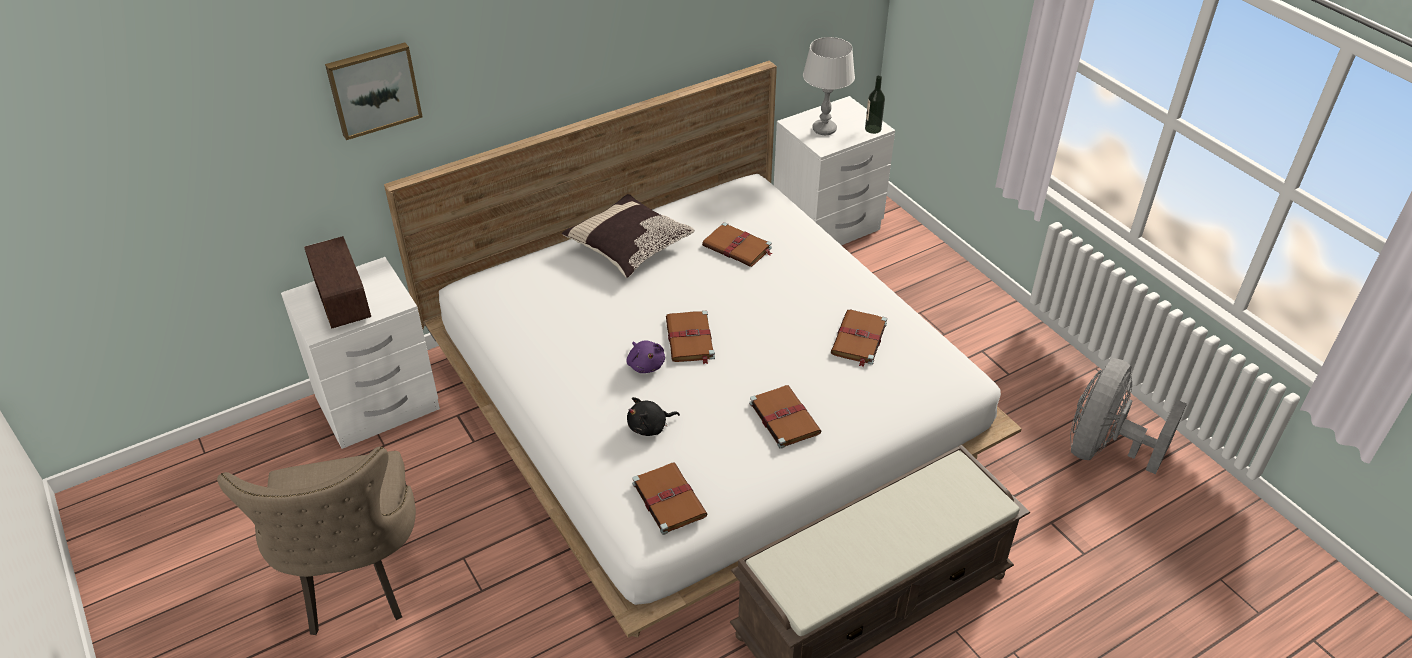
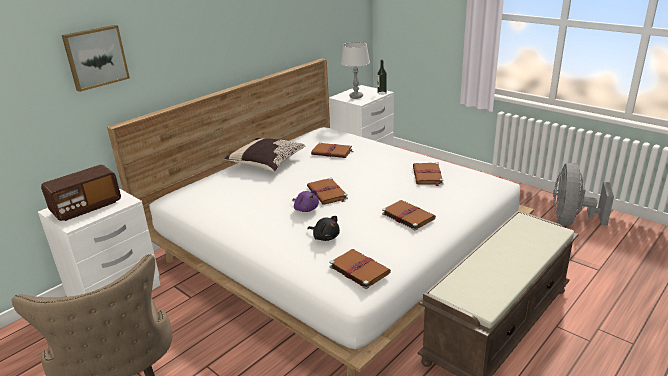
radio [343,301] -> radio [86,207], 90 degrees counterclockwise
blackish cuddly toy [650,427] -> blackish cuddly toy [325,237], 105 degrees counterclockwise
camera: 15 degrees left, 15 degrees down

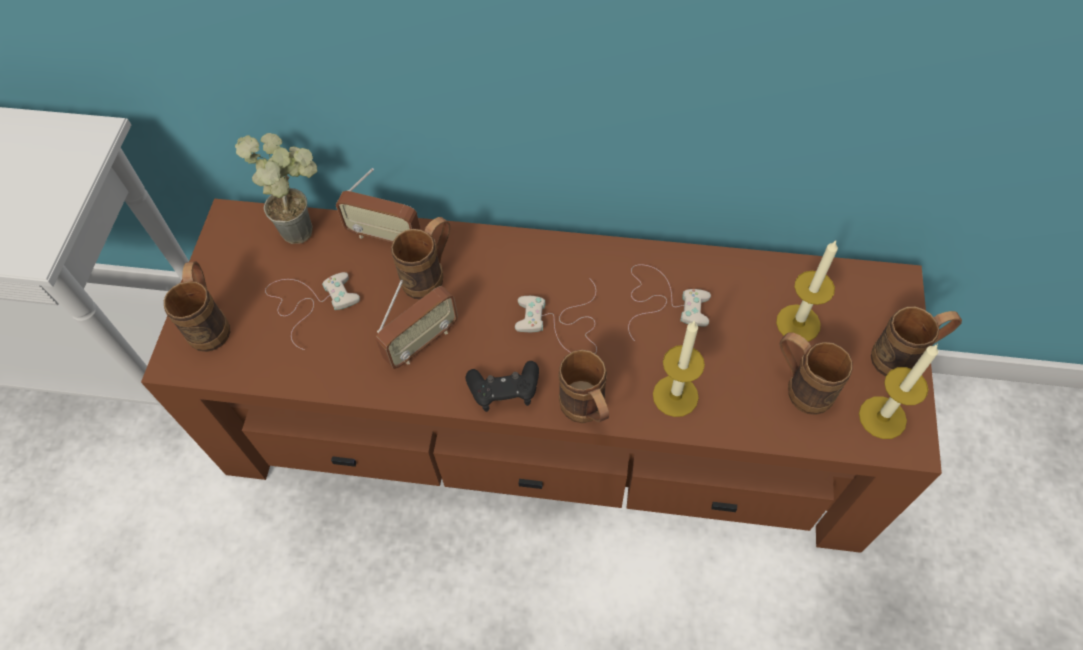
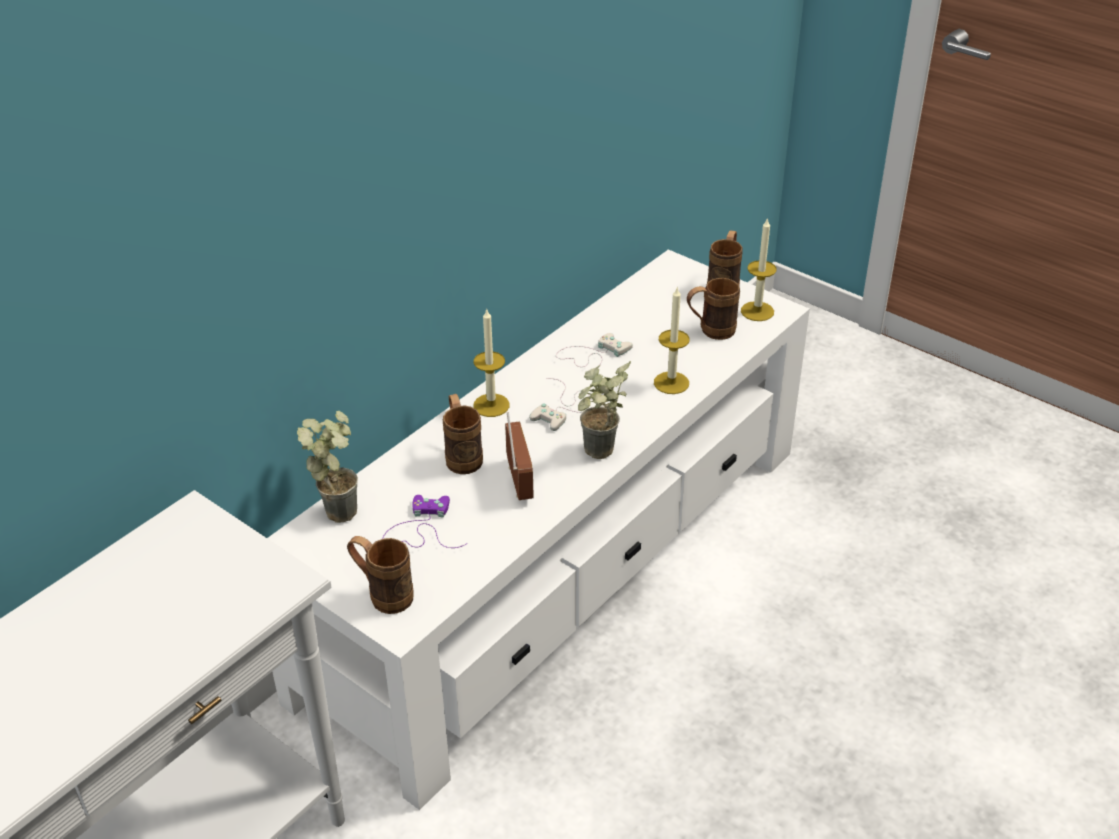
radio [384,236] -> none
brownish tea mug [586,413] -> none
candle [798,323] -> candle [491,405], relocated
blackish gamepad [504,392] -> houseplant [599,456]
brownish tv unit [545,426] -> white-coloured tv unit [560,568]
white-coloured gamepad [309,302] -> purplish gamepad [420,529]
camera: 60 degrees left, 20 degrees down

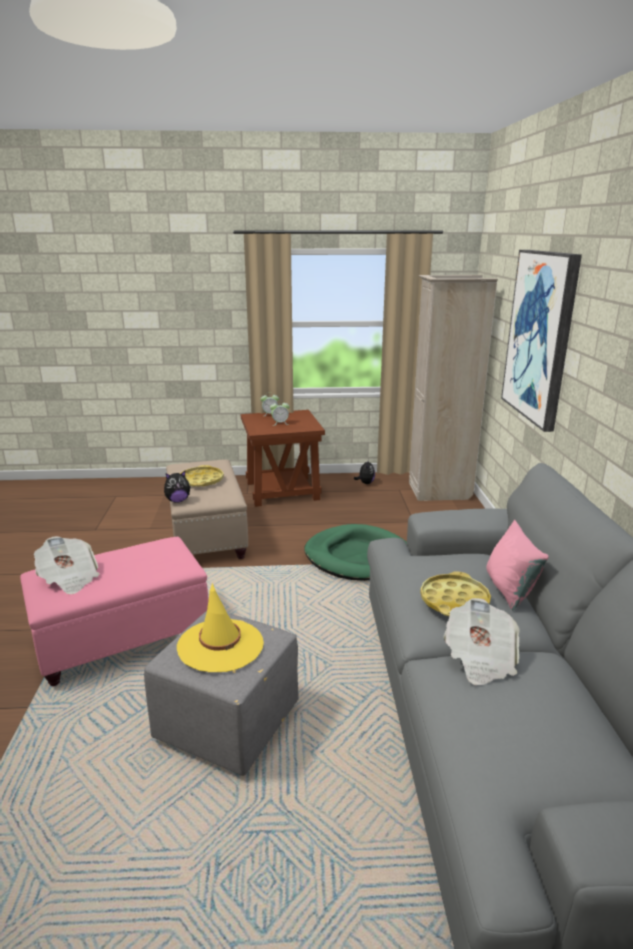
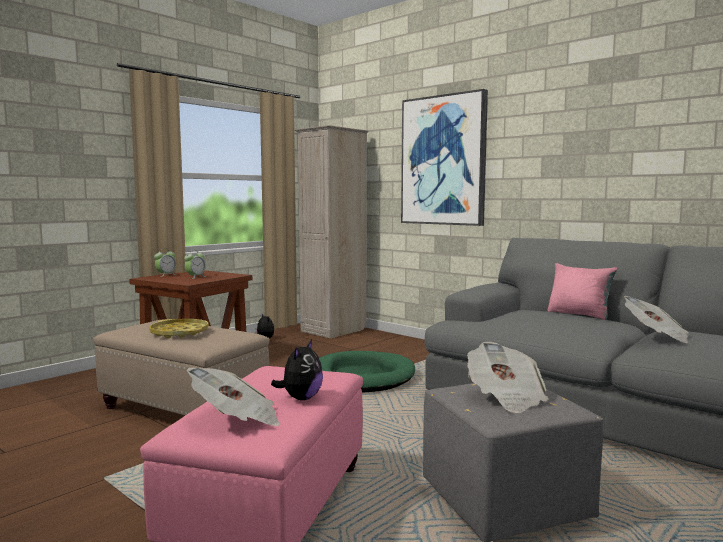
yellow-coloured carrying tray [454,601] -> none
cuddly toy [178,500] -> cuddly toy [301,398], relocated
yellow-coloured wearable hat [220,645] -> newspaper [505,397]
camera: 45 degrees left, 15 degrees down

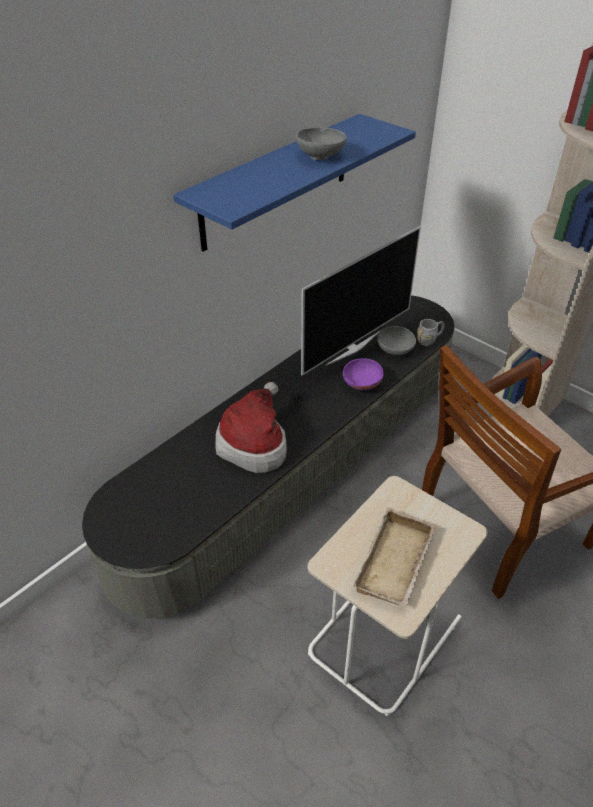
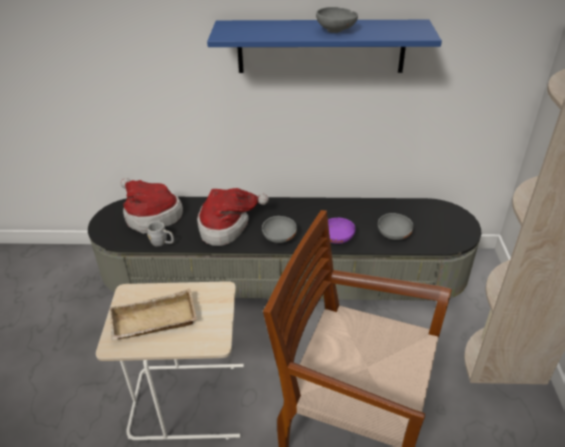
television [352,347] -> none
none -> wearable hat [150,216]
none -> gray serving bowl [279,239]
gray tea mug [429,340] -> gray tea mug [162,243], relocated
camera: 50 degrees right, 5 degrees down

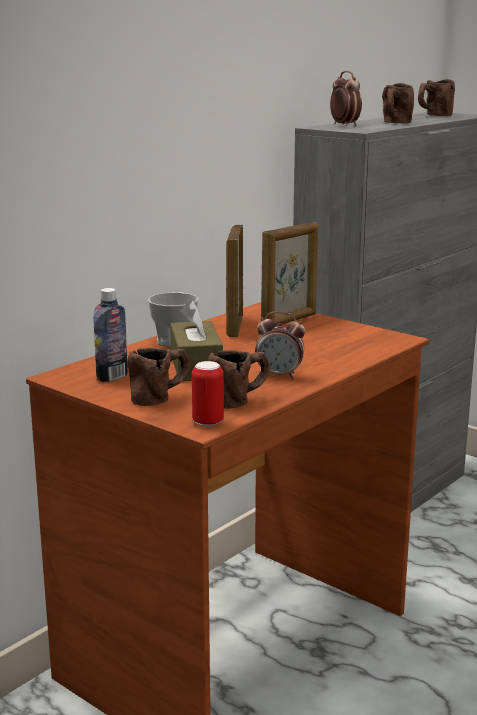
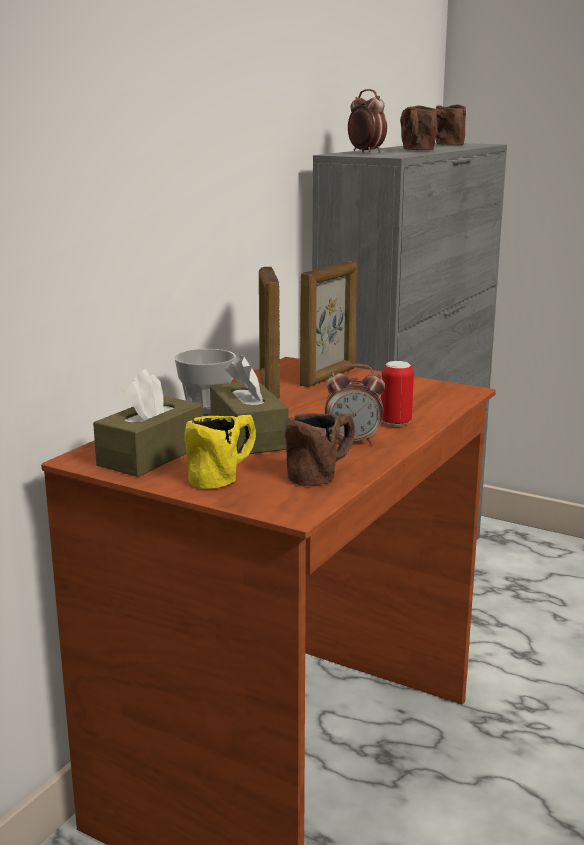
sealed can [208,422] -> sealed can [395,423], relocated
beverage bottle [112,377] -> brownish tissue box [151,455]
brownish tea mug [161,396] -> yellow-coloured tea mug [224,476]
camera: 10 degrees left, 0 degrees up

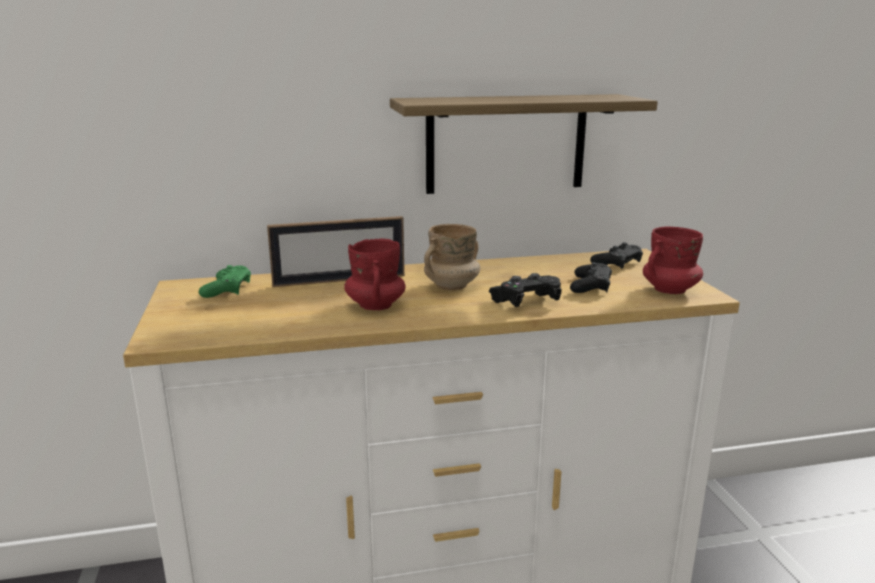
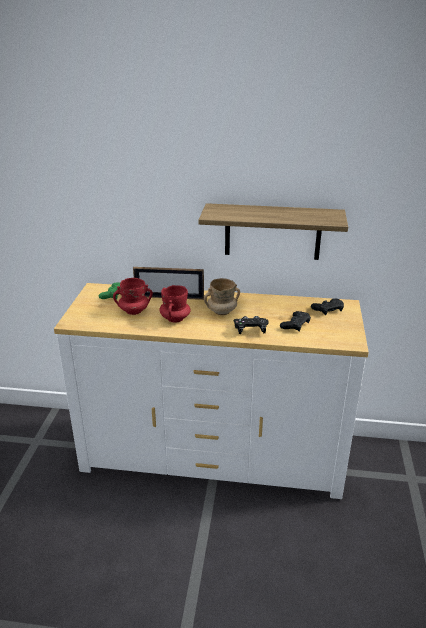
red-coloured tea mug [670,290] -> red-coloured tea mug [134,311], relocated
camera: 20 degrees right, 10 degrees up

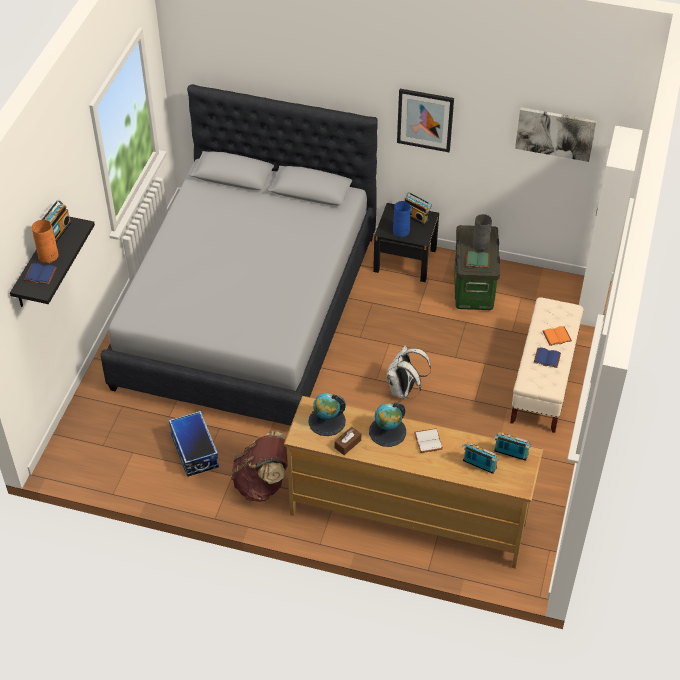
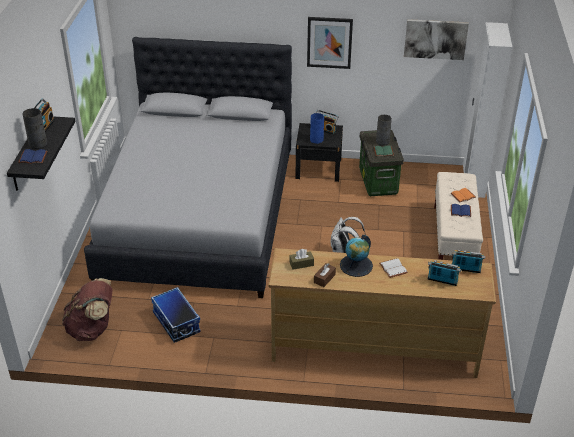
brownish knapsack [263,484] -> brownish knapsack [92,329], relocated
world globe [327,421] -> brownish tissue box [301,264]
orange decorative vase [48,256] -> gray decorative vase [38,144]
camera: 10 degrees left, 10 degrees down

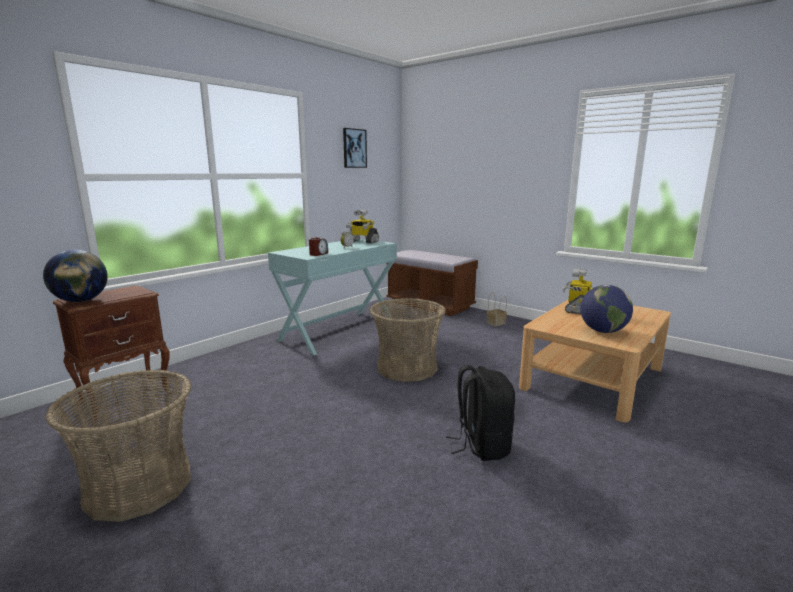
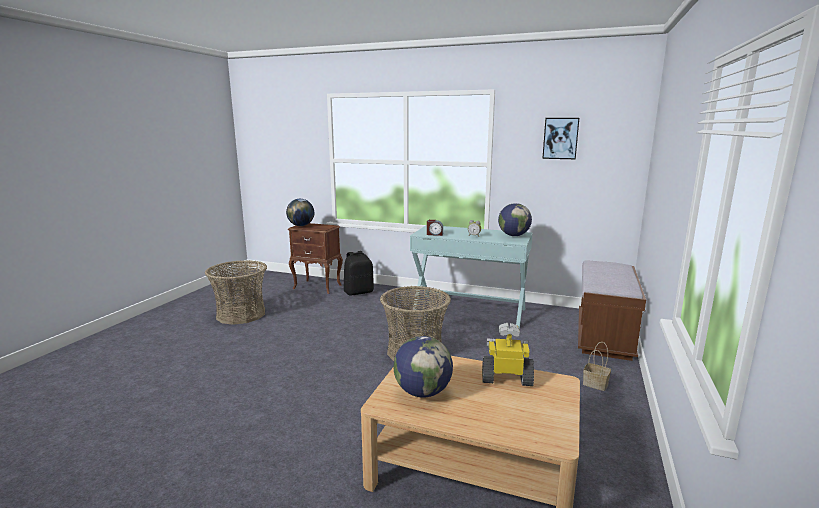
blackish knapsack [481,445] -> blackish knapsack [359,292], relocated
model robot [362,241] -> world globe [513,235]
camera: 70 degrees right, 0 degrees up

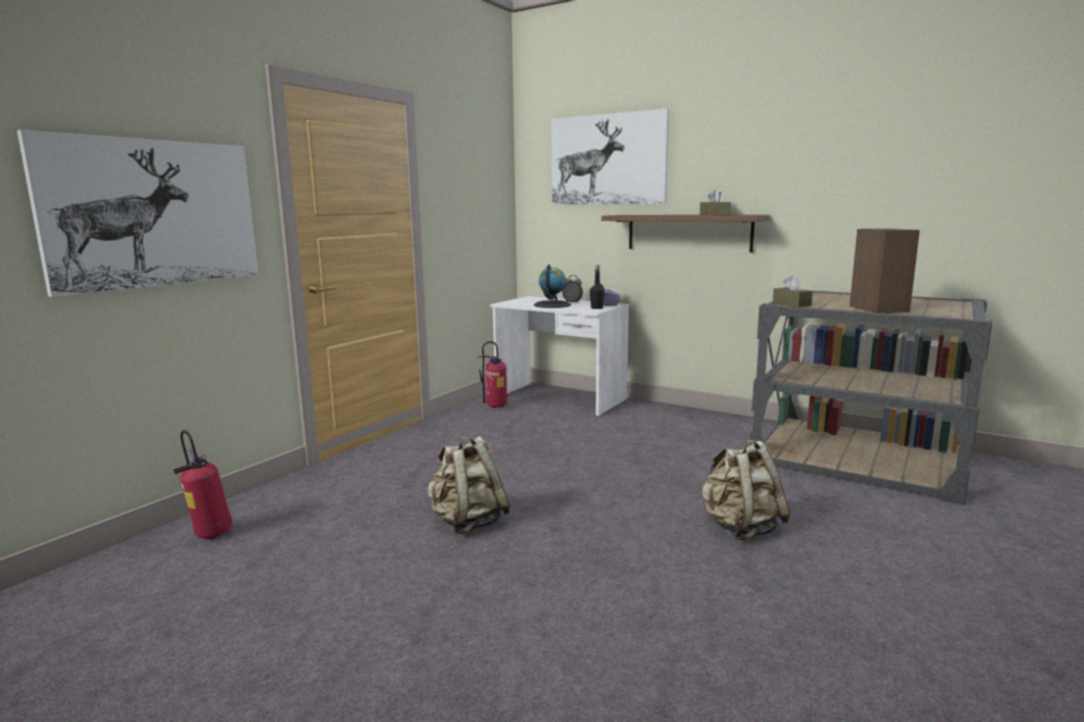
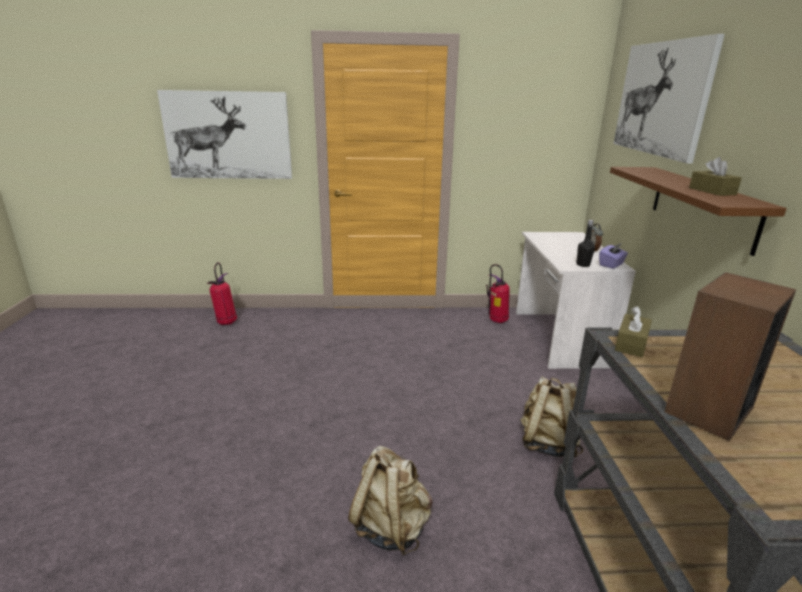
world globe [552,305] -> none
beige knapsack [468,522] -> beige knapsack [548,443], relocated
camera: 55 degrees right, 10 degrees up

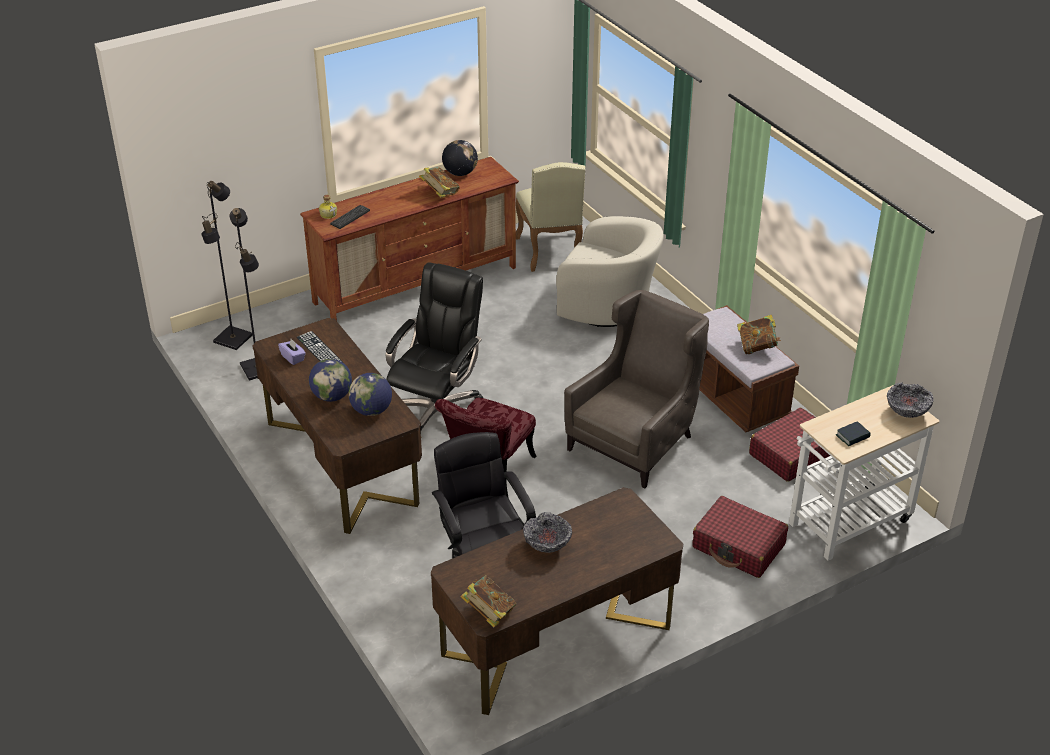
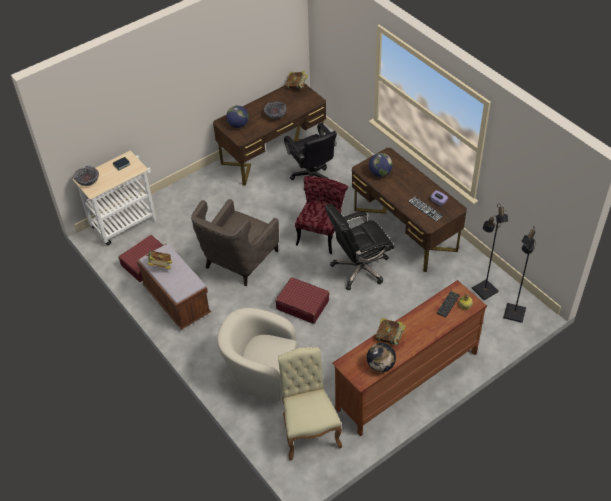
world globe [332,396] -> world globe [238,125], relocated
red-coloured piece of luggage [738,546] -> red-coloured piece of luggage [302,305], relocated
blackish desk chair [438,412] -> blackish desk chair [359,269], 45 degrees clockwise
camera: 175 degrees right, 10 degrees up

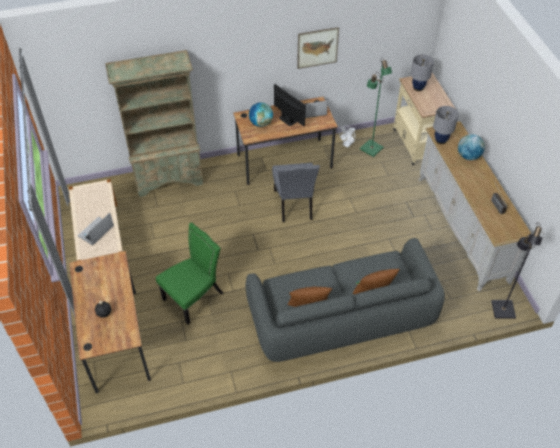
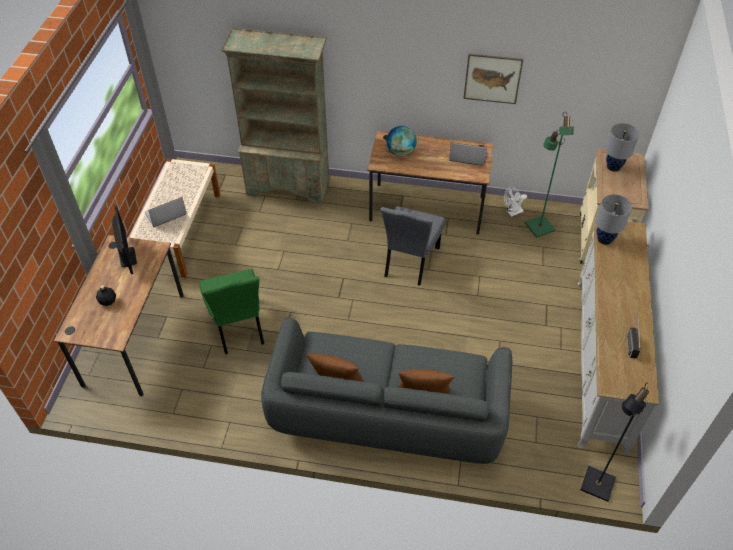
world globe [468,156] -> none
monitor [288,119] -> monitor [127,257], relocated
green upright chair [193,298] -> green upright chair [238,325], 90 degrees clockwise
camera: 25 degrees right, 0 degrees up

